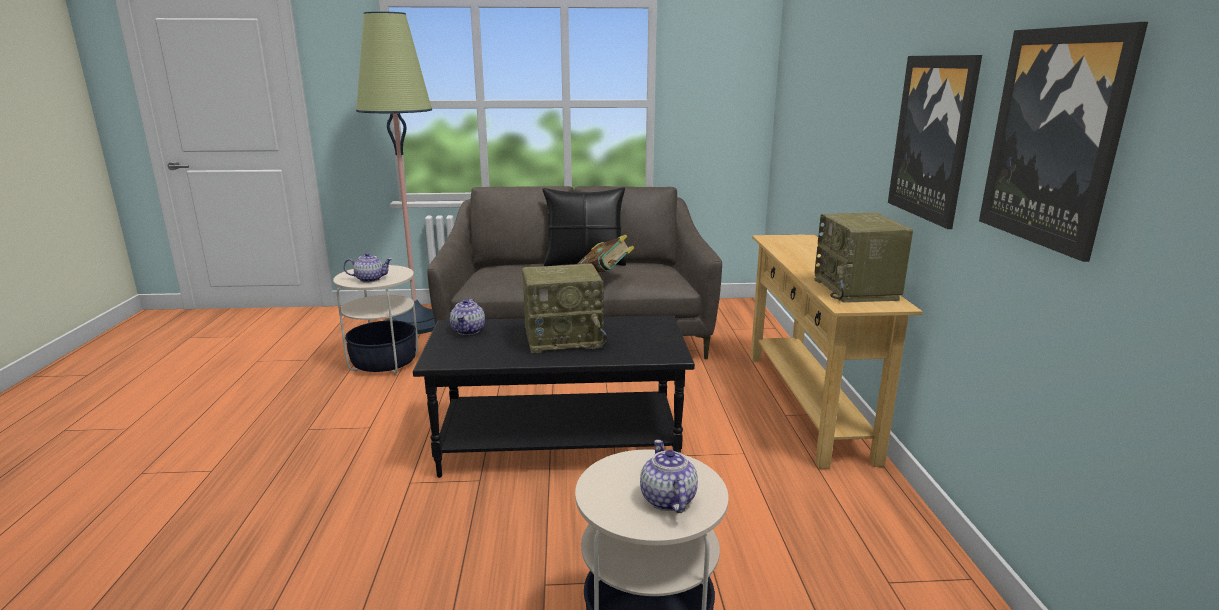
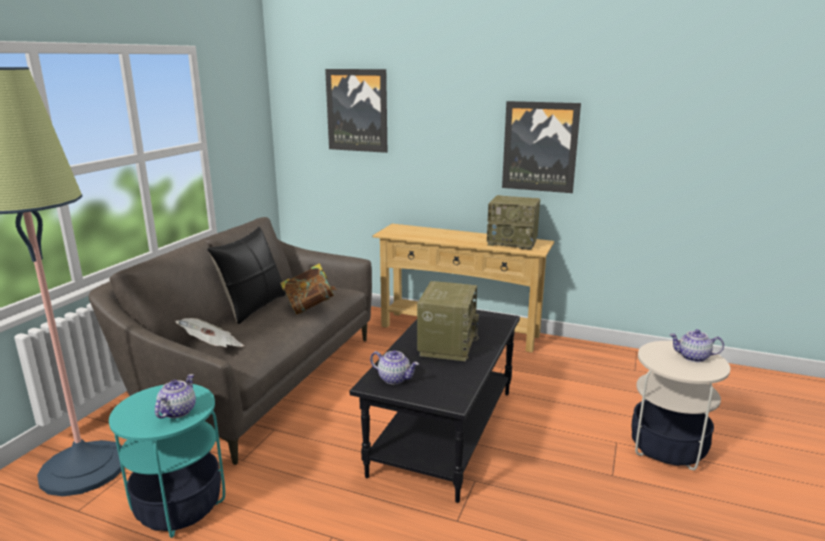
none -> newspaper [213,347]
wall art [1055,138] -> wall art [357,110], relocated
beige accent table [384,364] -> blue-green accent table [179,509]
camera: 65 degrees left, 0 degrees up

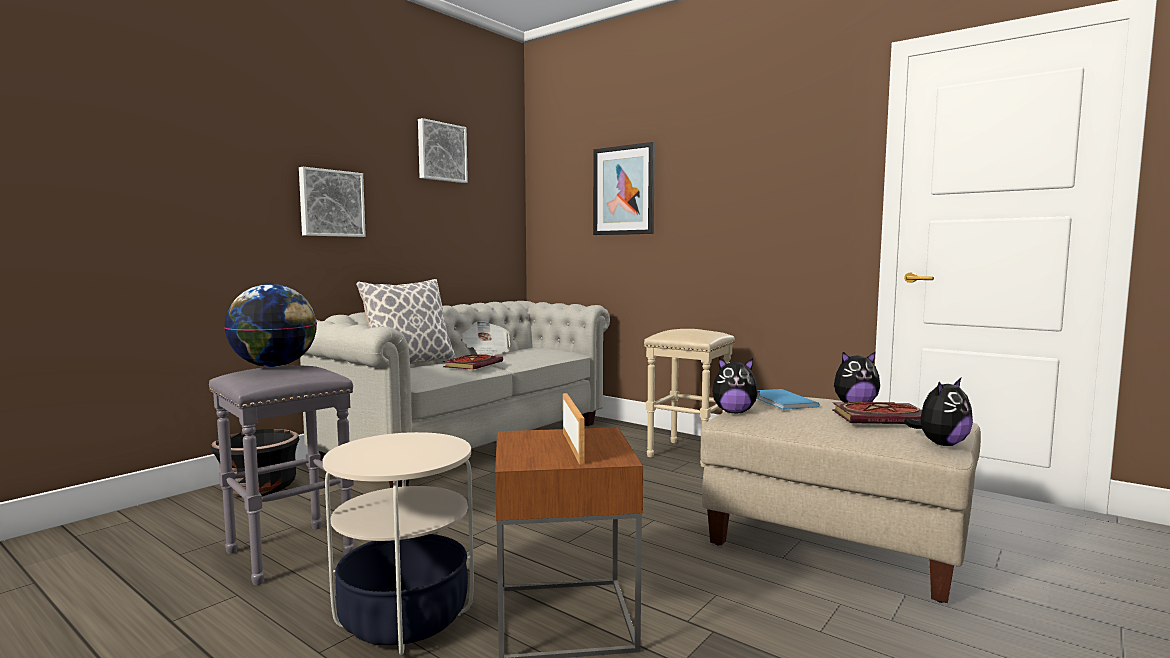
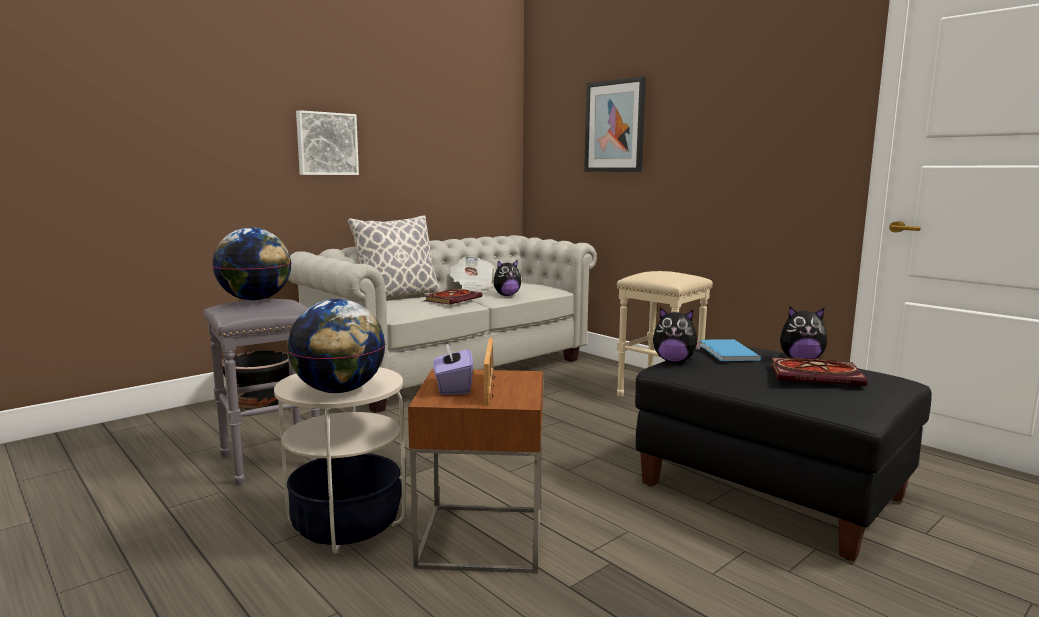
wall art [441,152] -> none
none -> world globe [339,391]
none -> purplish tissue box [453,387]
cuddly toy [941,444] -> cuddly toy [506,295], relocated
beige footrest [836,541] -> blackish footrest [770,492]
camera: 10 degrees right, 5 degrees up

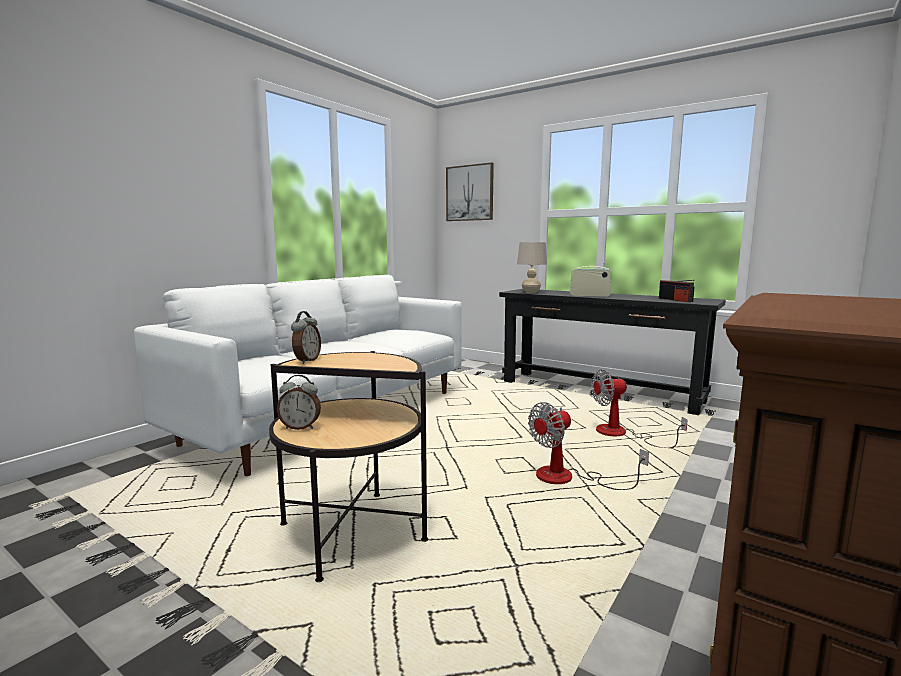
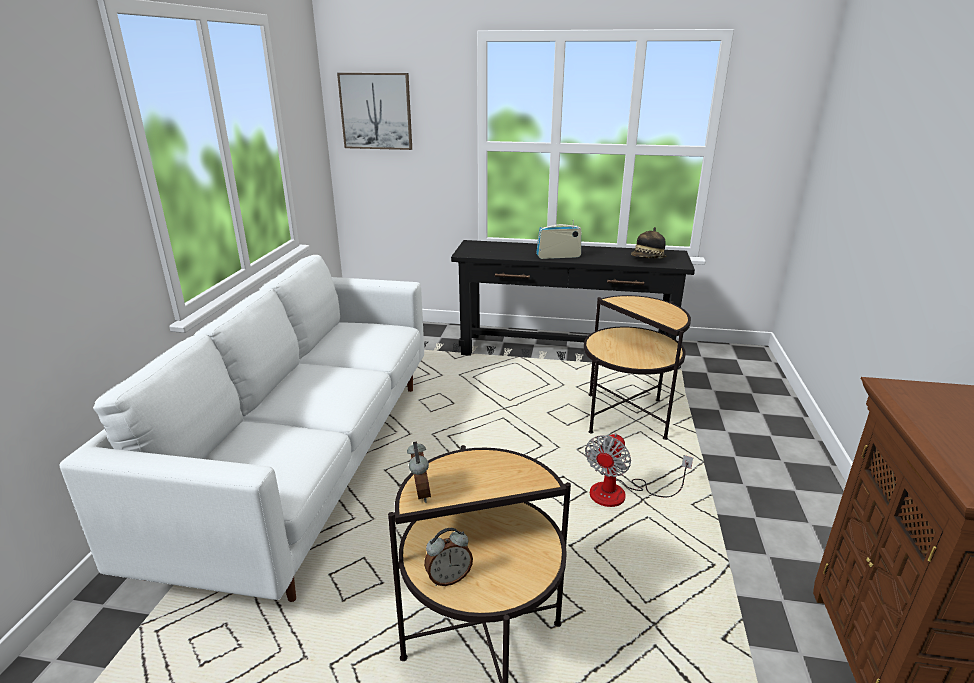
beige lamp for a table [531,292] -> none
fan [621,434] -> accent table [625,416]
radio [675,300] -> wearable hat [648,259]
camera: 25 degrees left, 15 degrees up

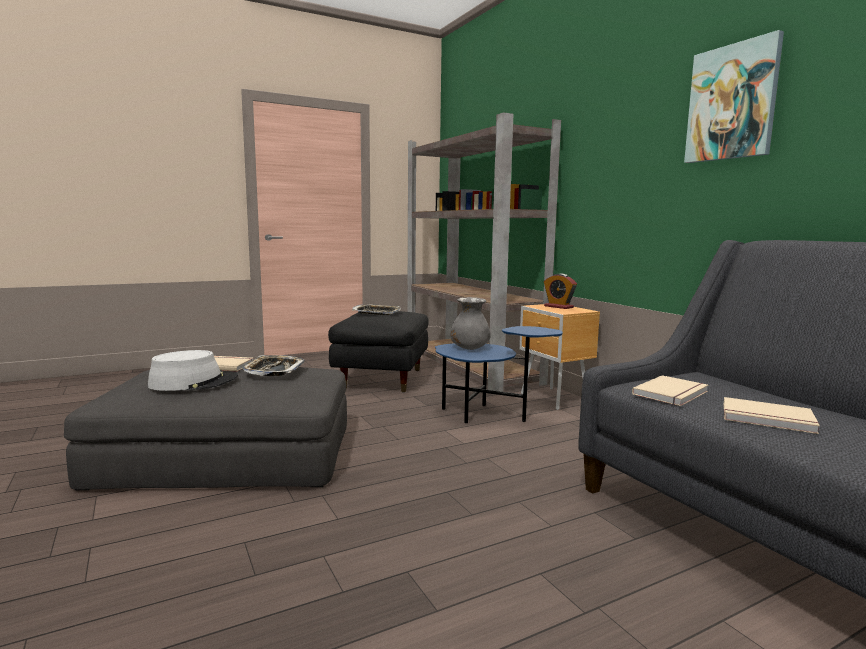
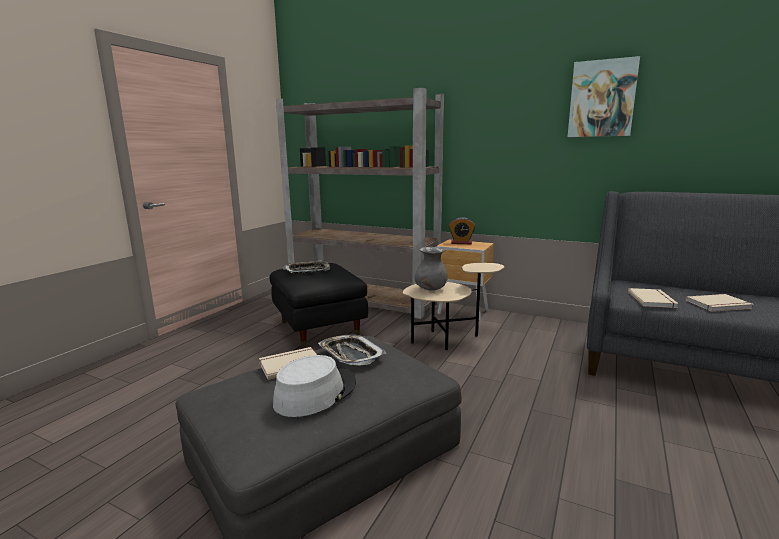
bluish accent table [487,415] -> beige accent table [448,338]
camera: 35 degrees left, 5 degrees up

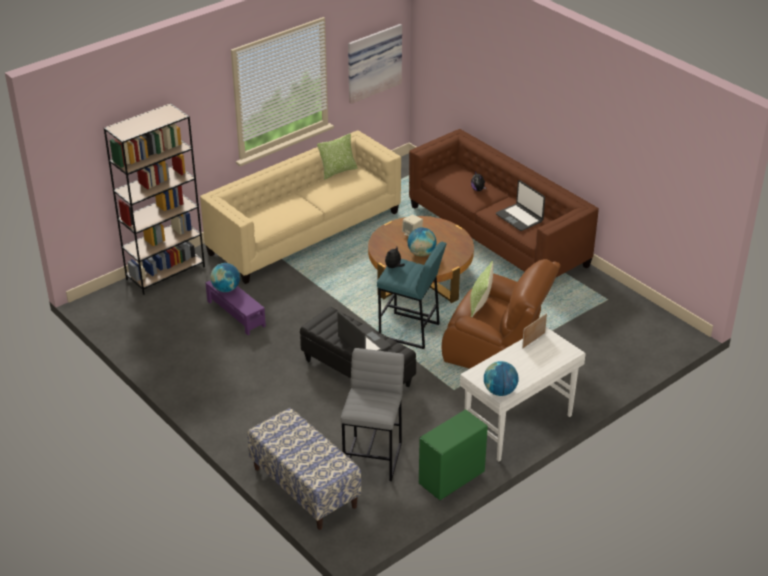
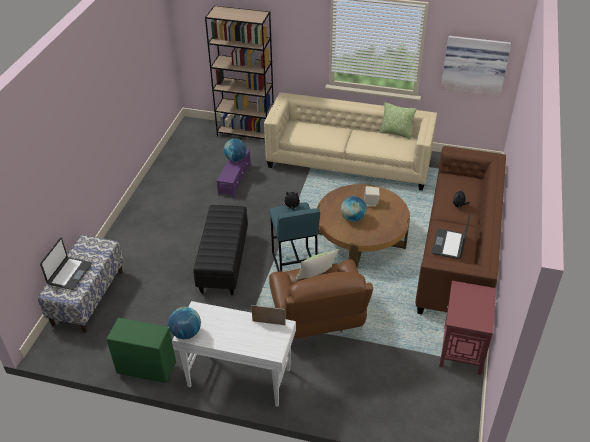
gray stool seat [373,457] -> none
none -> red-coloured accent table [461,349]
portable computer [363,342] -> portable computer [69,274], relocated
camera: 55 degrees right, 5 degrees up

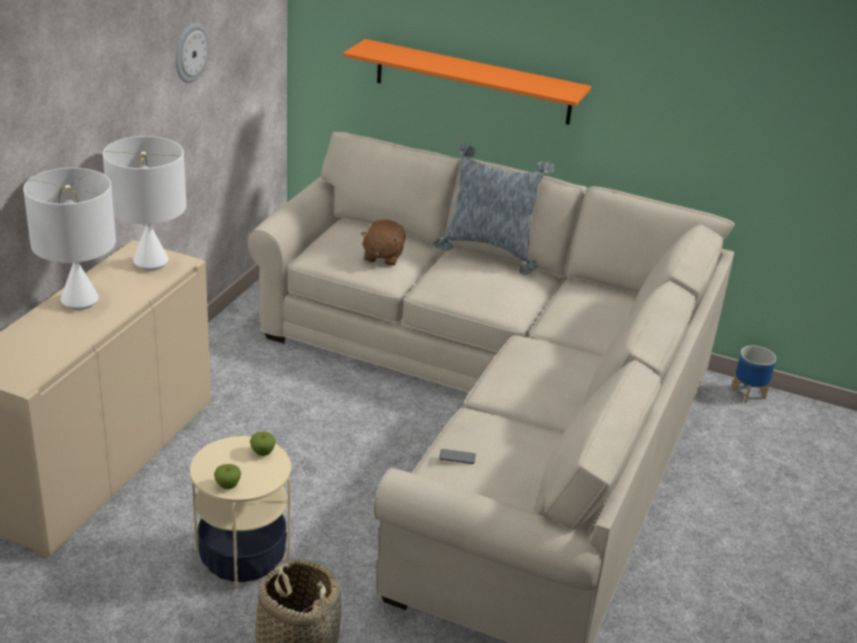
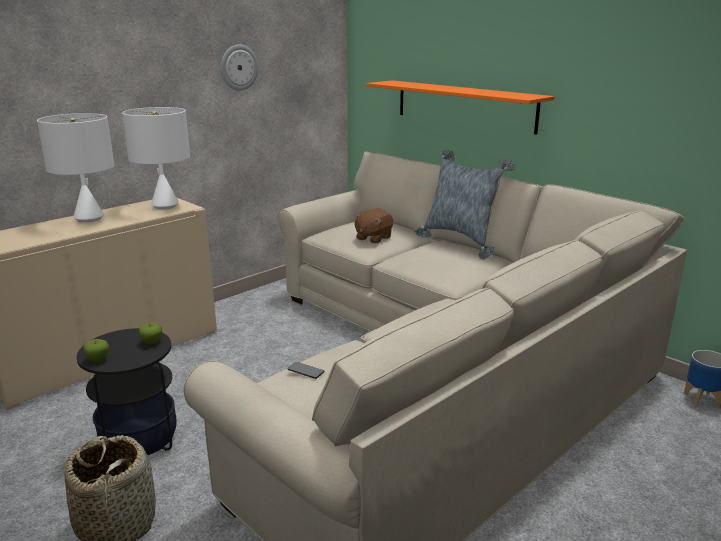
beige accent table [243,560] -> blackish accent table [139,442]
camera: 25 degrees right, 10 degrees down

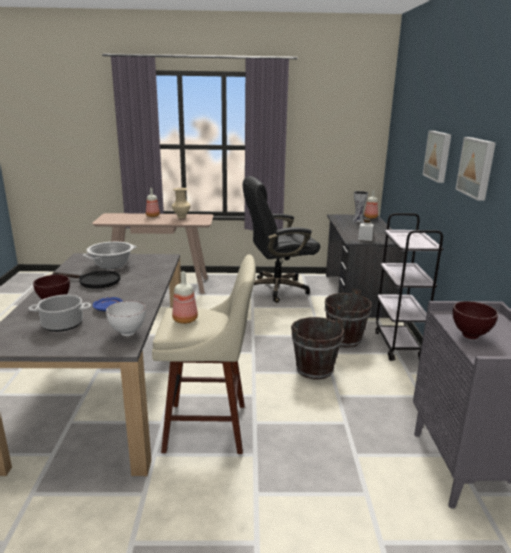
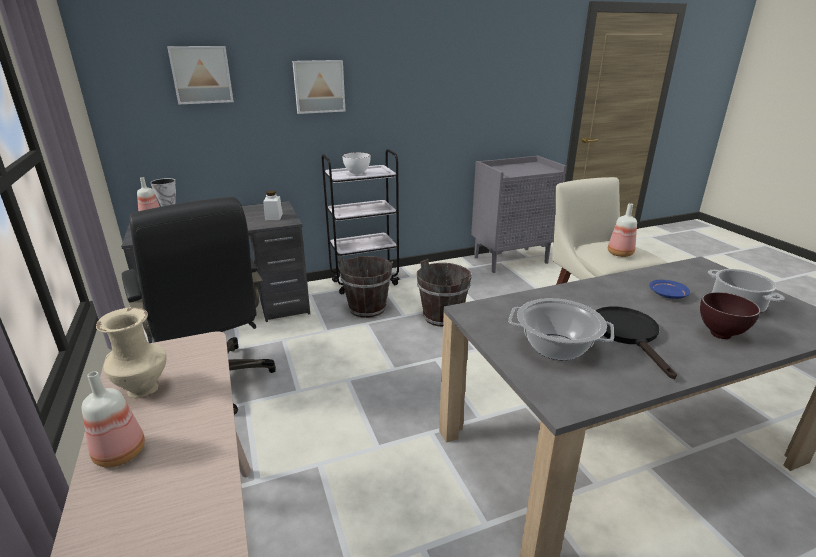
brownish serving bowl [471,336] -> none
white-coloured serving bowl [127,333] -> white-coloured serving bowl [357,175], relocated
wall art [477,167] -> wall art [201,74], relocated
camera: 110 degrees left, 5 degrees up

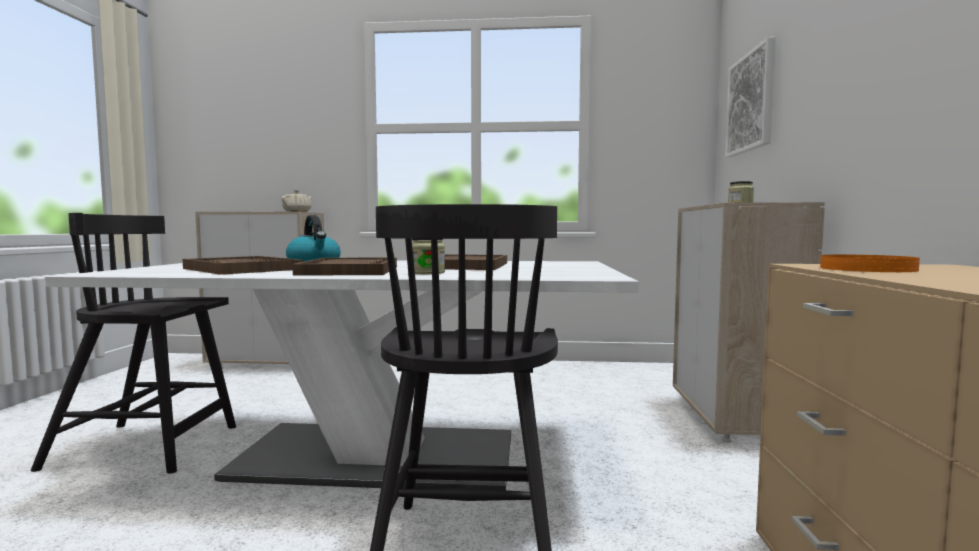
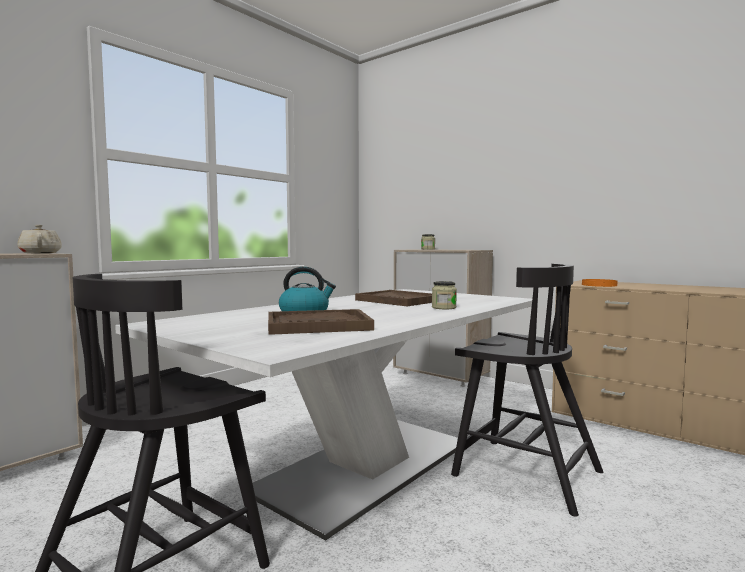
brownish carrying tray [350,270] -> none
wall art [751,102] -> none
camera: 55 degrees left, 0 degrees up

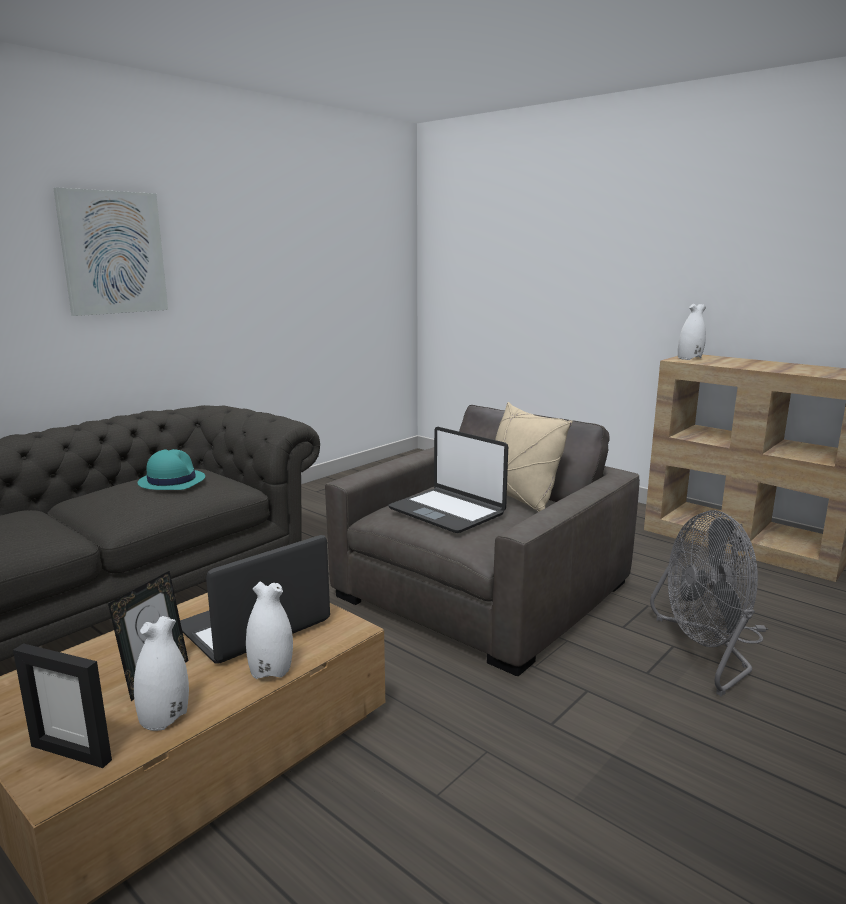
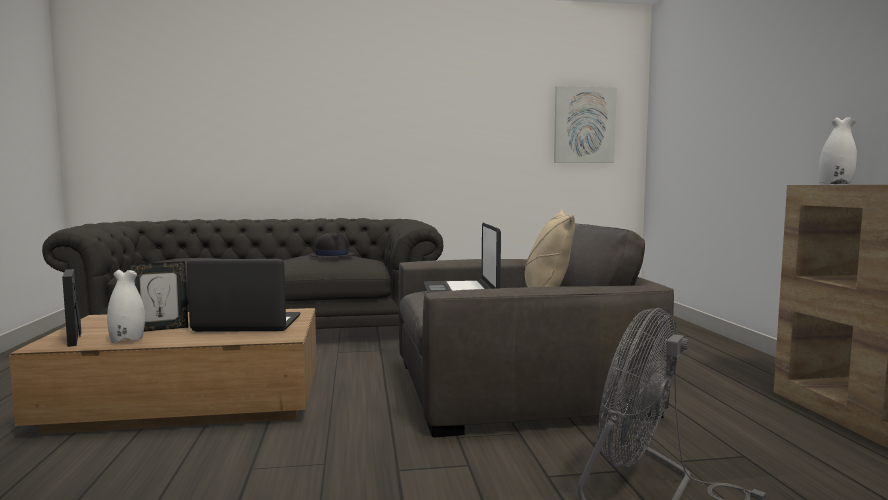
white-coloured decorative vase [271,671] -> none
wall art [113,253] -> wall art [584,125], relocated
blue-green wearable hat [171,481] -> blackish wearable hat [332,255]
camera: 40 degrees right, 10 degrees down

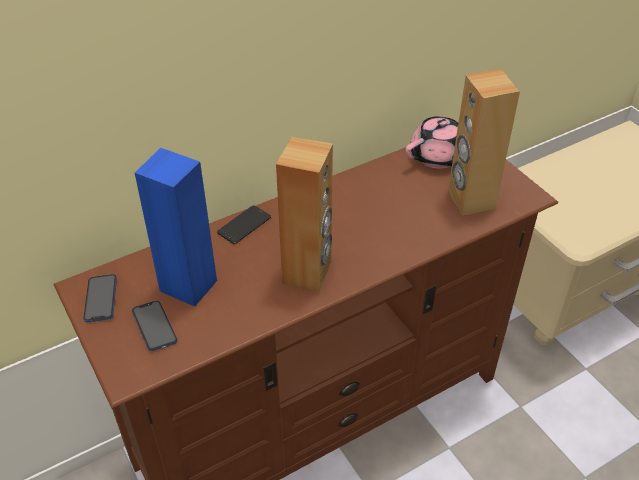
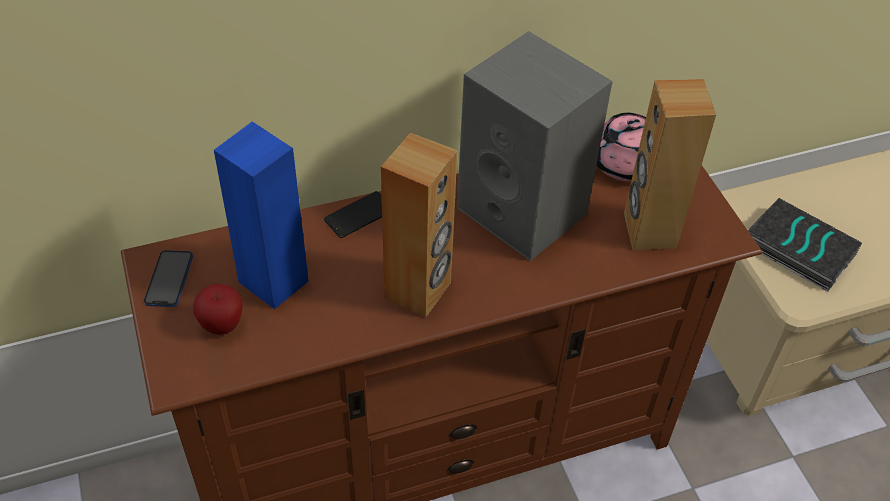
none -> gray loudspeaker [525,211]
none -> volume [797,250]
handset [154,326] -> apple fruit [222,325]
camera: 10 degrees right, 5 degrees up

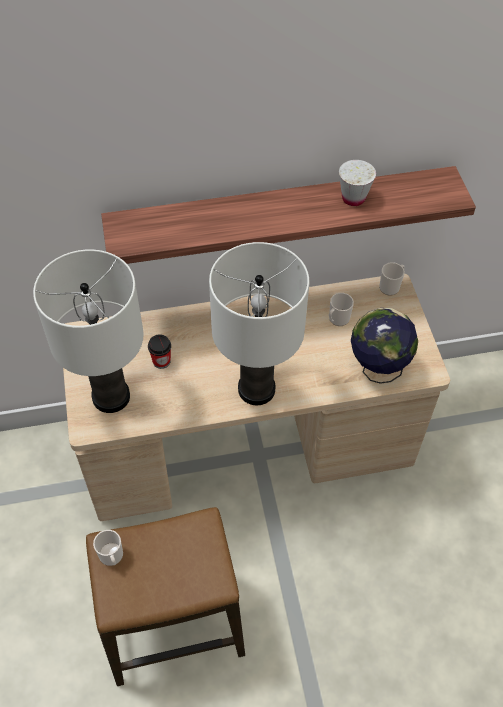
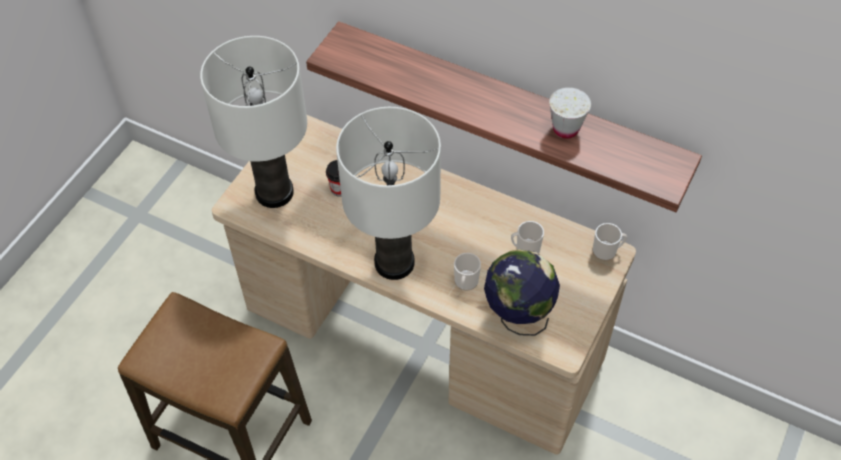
tea mug [112,557] -> tea mug [465,283], relocated
camera: 40 degrees right, 0 degrees up

